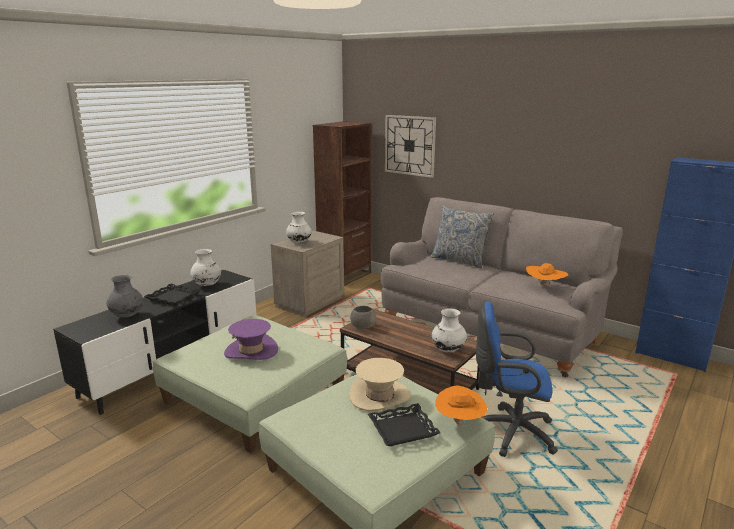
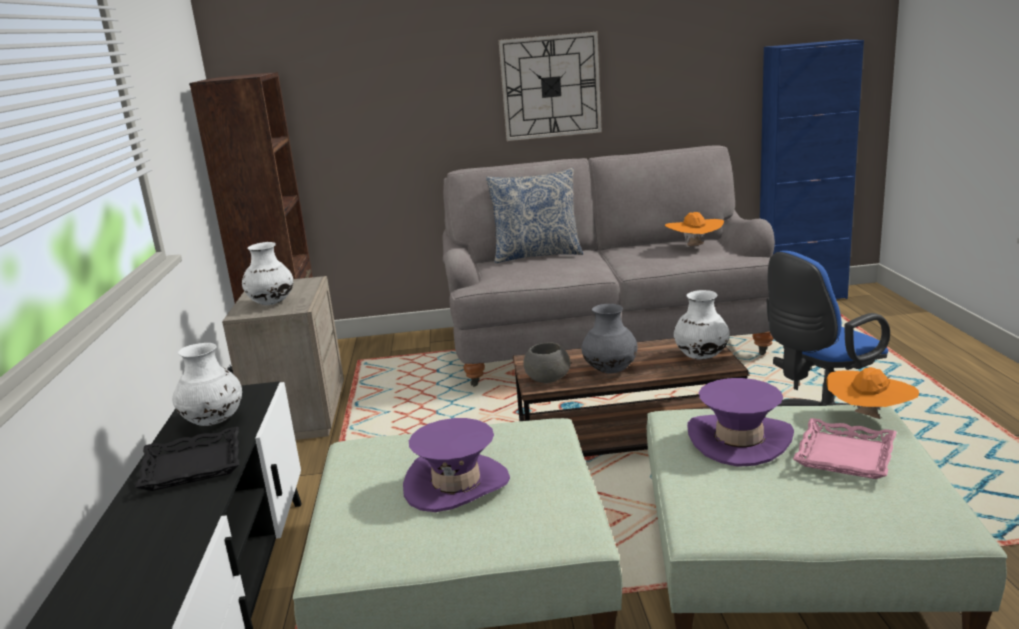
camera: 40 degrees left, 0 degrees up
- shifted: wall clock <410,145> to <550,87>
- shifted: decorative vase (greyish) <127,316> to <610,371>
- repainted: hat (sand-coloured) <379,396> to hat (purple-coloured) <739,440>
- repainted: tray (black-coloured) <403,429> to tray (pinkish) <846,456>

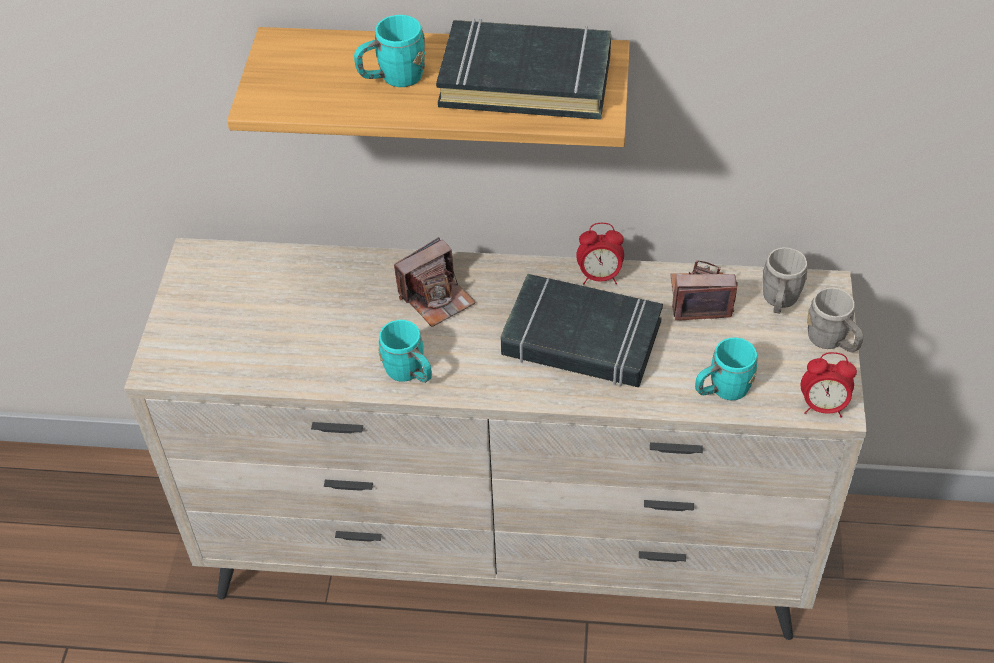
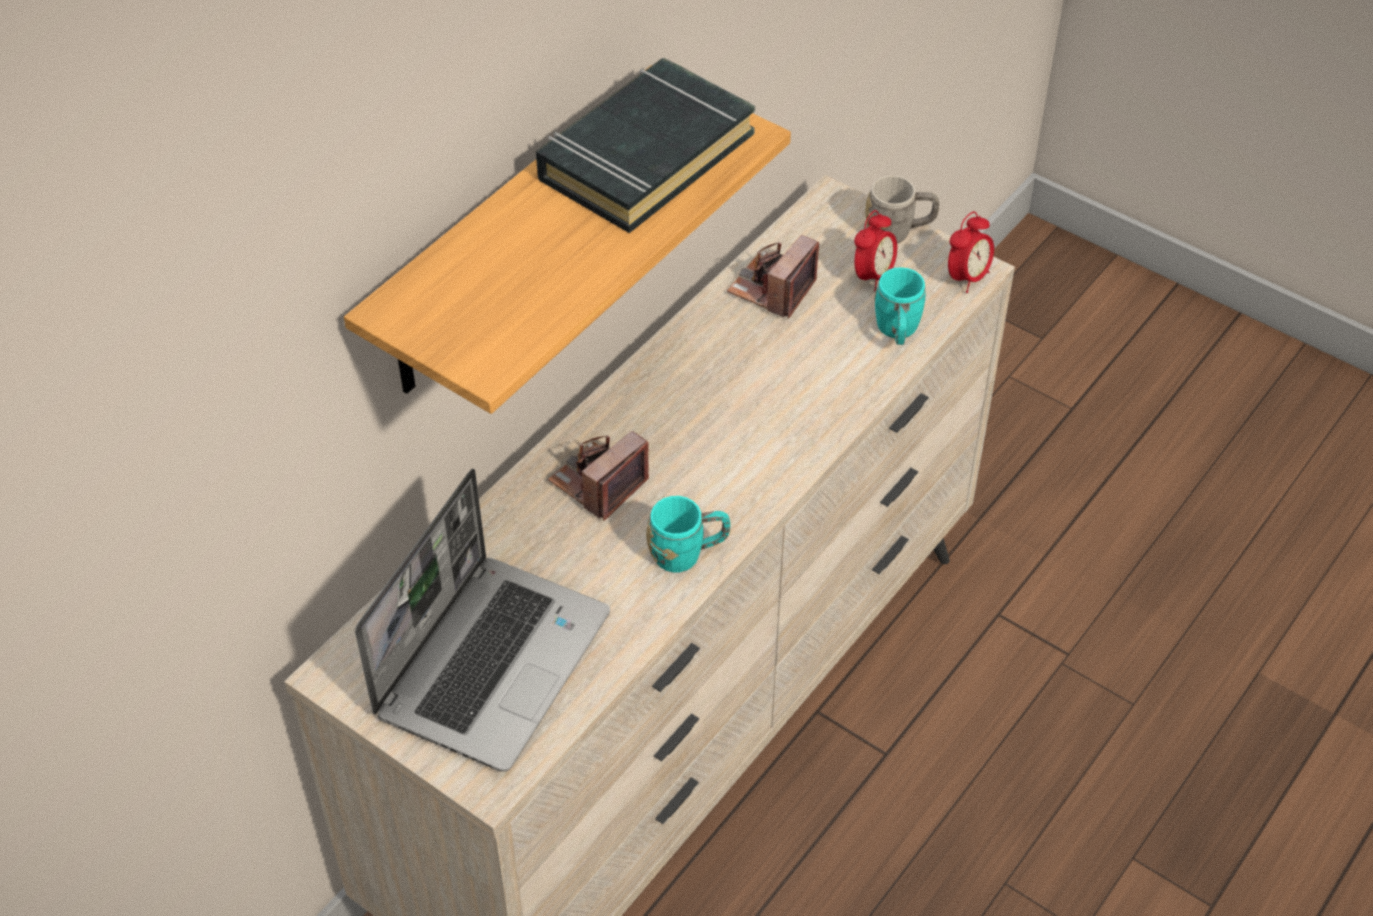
camera: 60 degrees left, 0 degrees up
- new: laptop <492,661>
- rotated: photo camera <436,298> = <599,483> 135 degrees counterclockwise
- shifted: table clock <599,276> to <873,276>
- gone: coffee mug (turquoise-coloured) <393,78>
- gone: volume (black-coloured) <581,339>
- gone: coffee mug (greyish) <779,302>

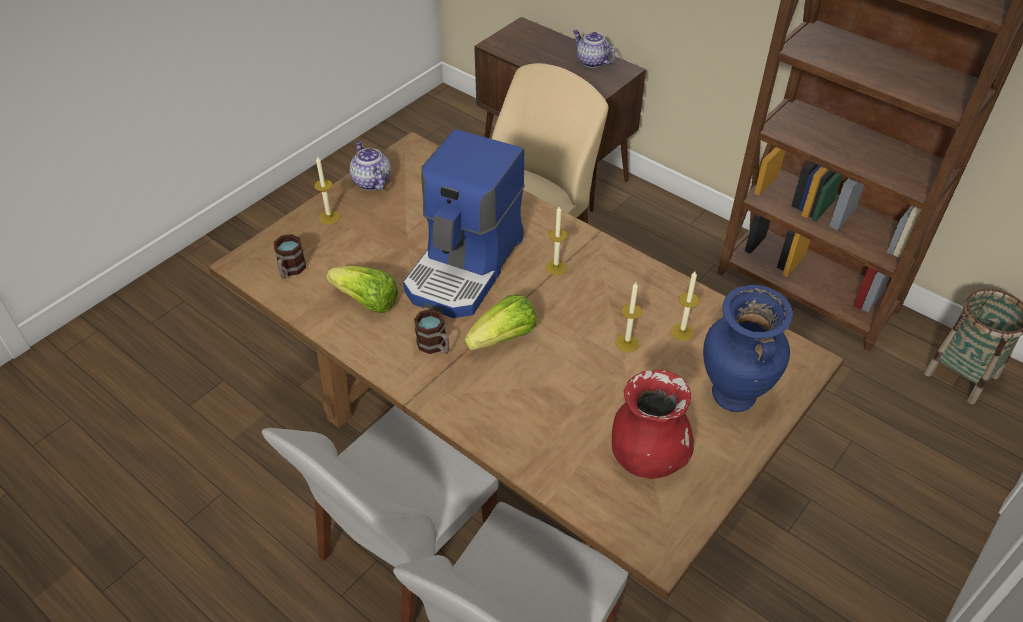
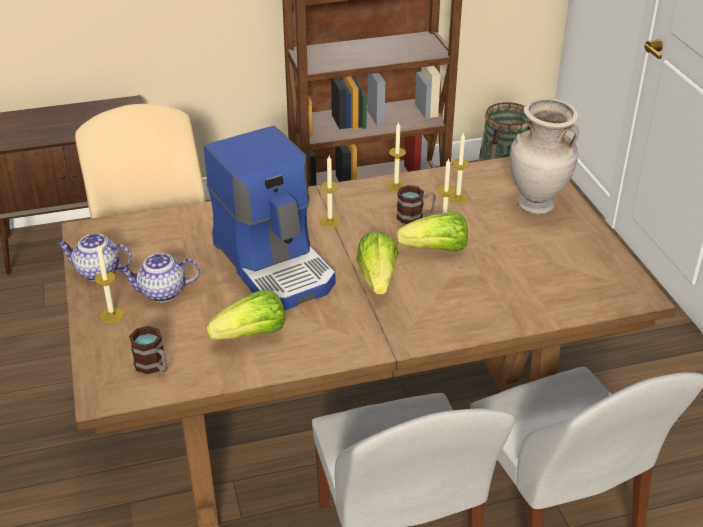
camera: 55 degrees left, 10 degrees down
- shifted: teapot <591,61> to <161,292>
- new: candle <396,186>
- new: head of lettuce <435,250>
- shifted: coffee mug <435,346> to <415,216>
- repainted: decorative vase (blue-coloured) <731,396> to decorative vase (sand-coloured) <536,206>
- gone: decorative vase (red) <647,456>

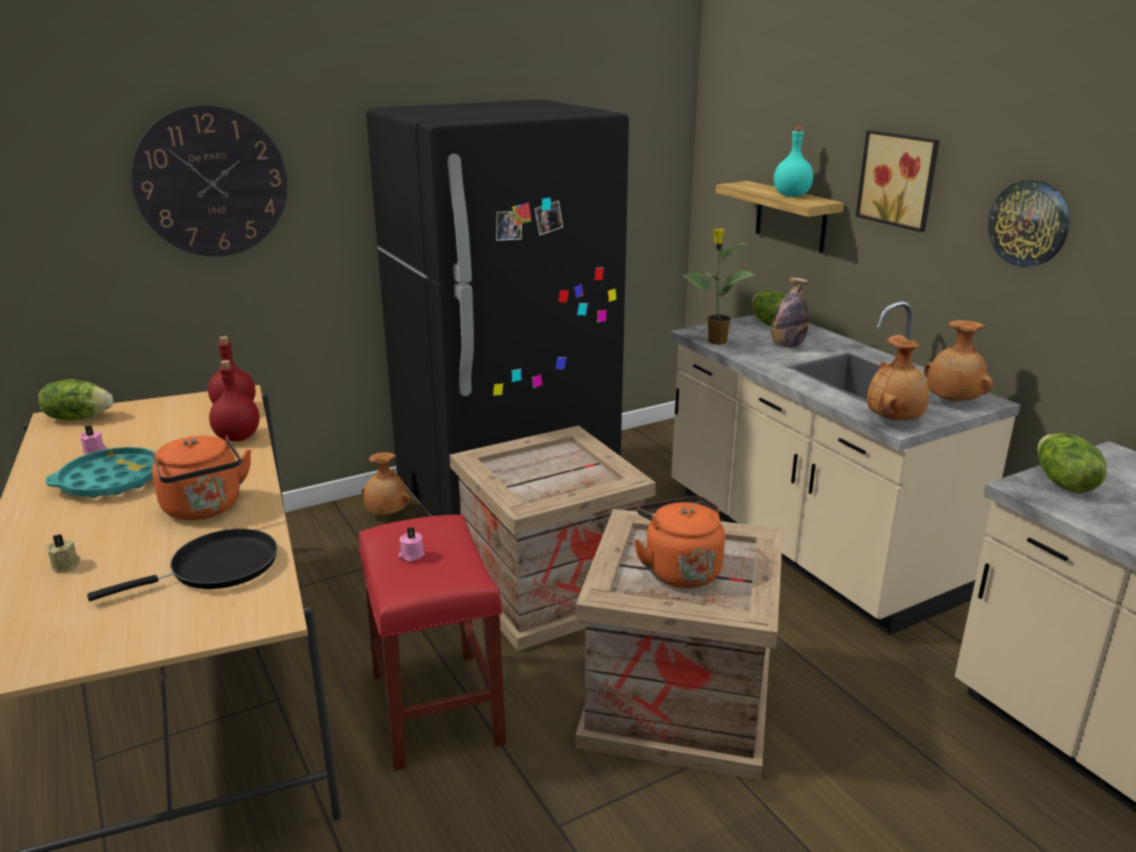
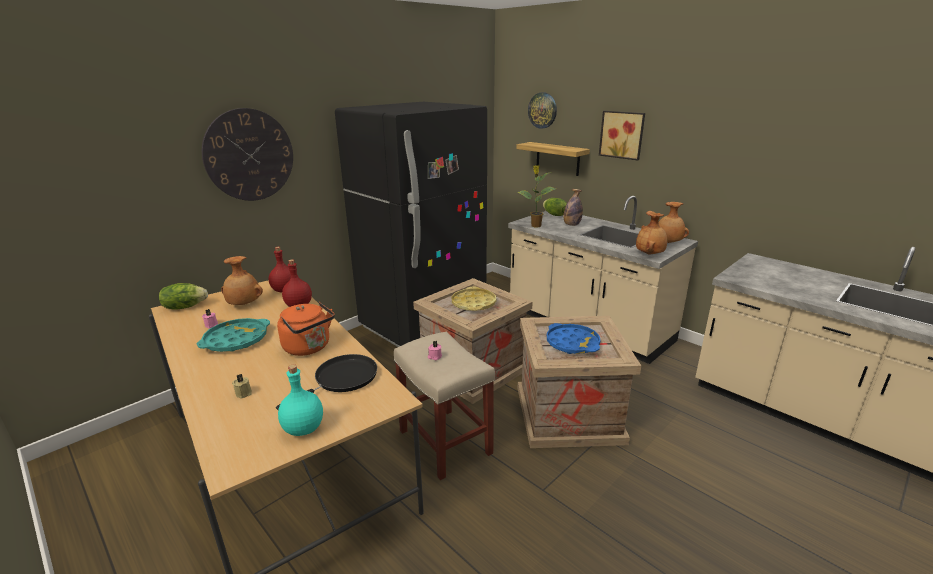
camera: 15 degrees left, 0 degrees up
- shifted: decorative vase (brownish) <386,513> to <244,304>
- shifted: bottle (turquoise-coloured) <791,195> to <304,428>
- repainted: sitting stool (red) <437,709> to sitting stool (sand-coloured) <446,443>
- new: tray (yellowish) <473,303>
- shifted: wall clock <1029,223> to <542,110>
- swapped: tea kettle (orange-coloured) <679,570> to tray (blue-coloured) <572,343>
- gone: head of lettuce <1062,483>

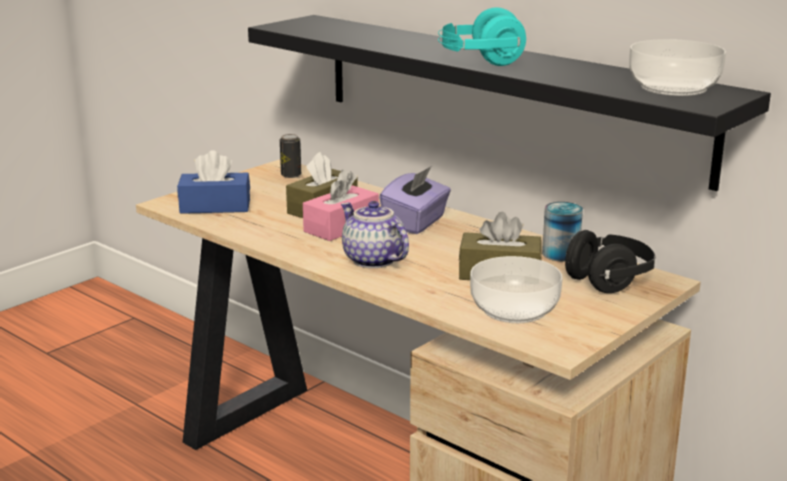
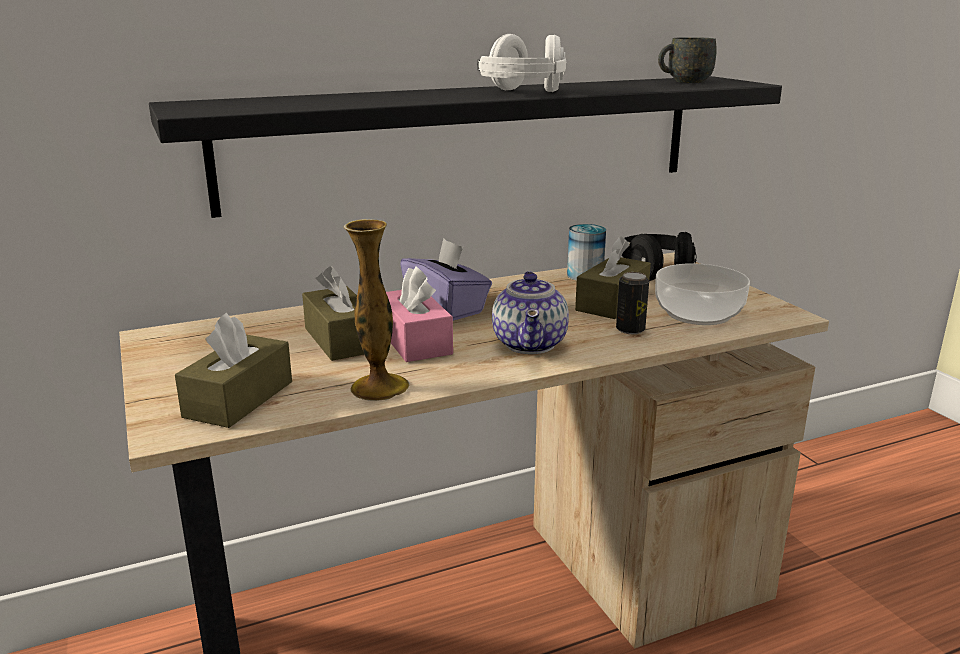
camera: 65 degrees left, 0 degrees up
- repainted: tissue holder (blue-coloured) <215,206> to tissue holder (brownish) <239,399>
- new: decorative vase <379,387>
- repainted: headset (turquoise-coloured) <480,61> to headset (whitish) <523,93>
- rotated: teapot <372,260> = <531,345> 75 degrees counterclockwise
- shifted: can <291,175> to <630,329>
- swapped: deep dish <672,88> to coffee mug (greyish) <683,81>

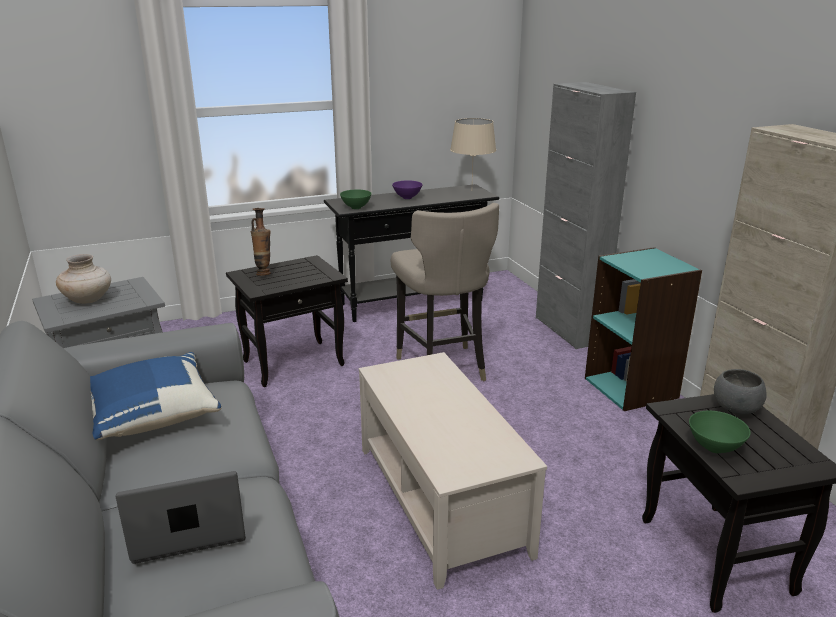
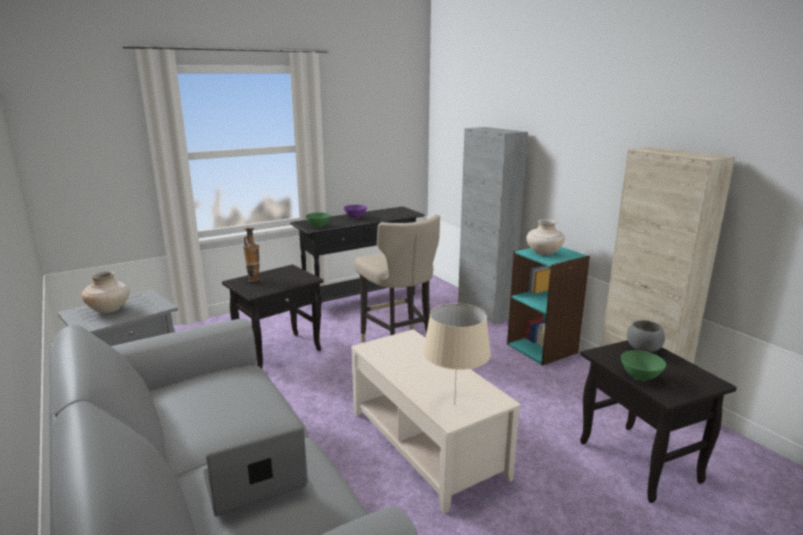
camera: 10 degrees left, 5 degrees down
- shifted: table lamp (sand-coloured) <472,190> to <454,404>
- new: decorative vase (sand-coloured) <543,253>
- gone: throw pillow (blue-coloured) <151,415>

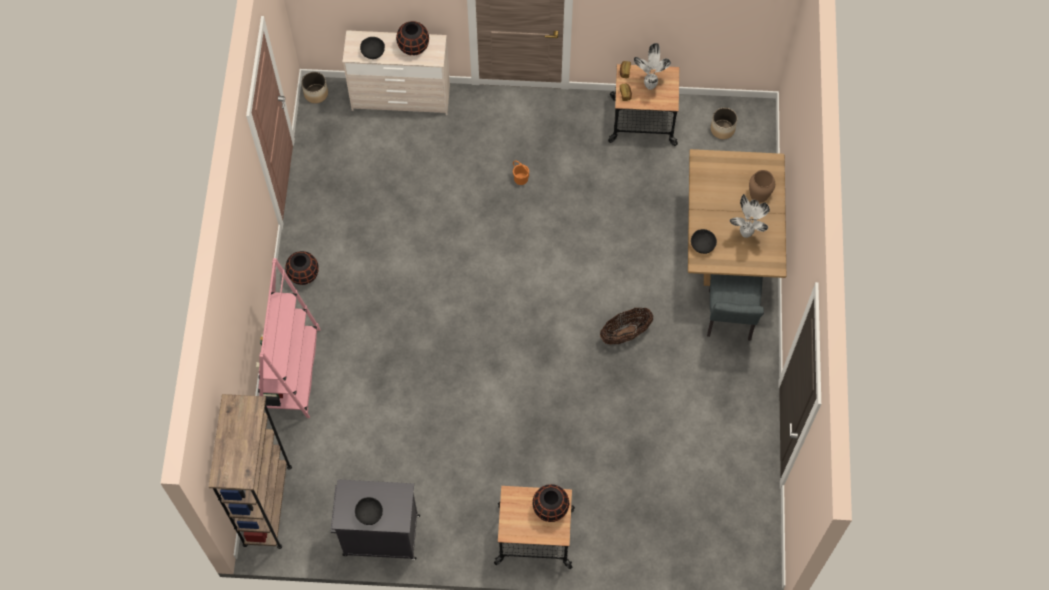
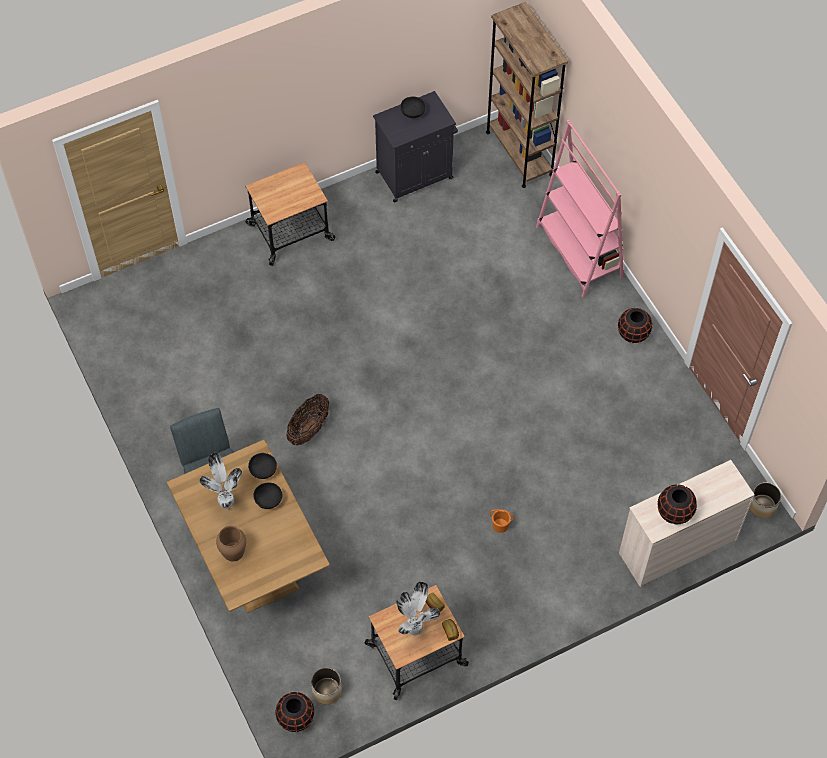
camera: 150 degrees right, 5 degrees down
- shifted: deep dish (black-coloured) <373,52> to <268,500>
- shifted: decorative vase (black-coloured) <550,508> to <296,717>

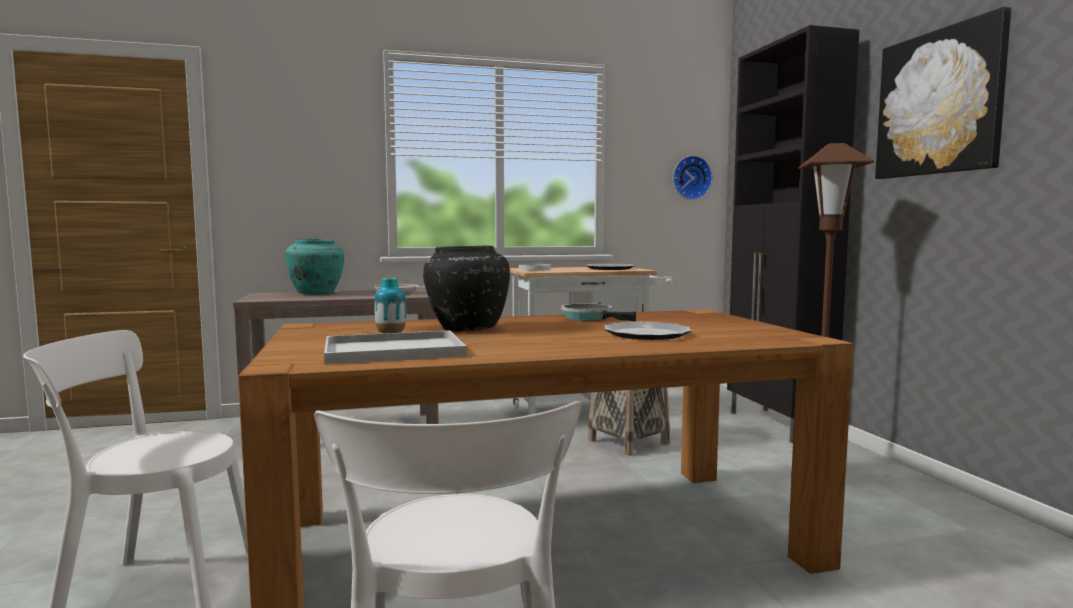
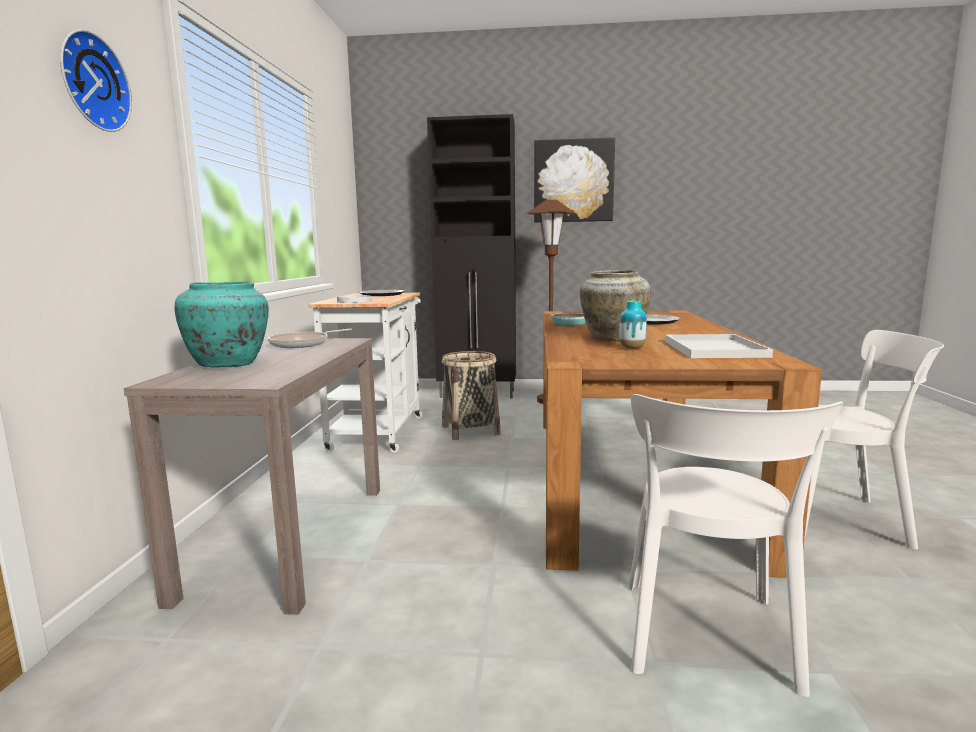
camera: 70 degrees left, 5 degrees up
- shifted: wall clock <690,178> to <91,82>
- repainted: decorative vase (black-coloured) <467,328> to decorative vase (sand-coloured) <612,338>

